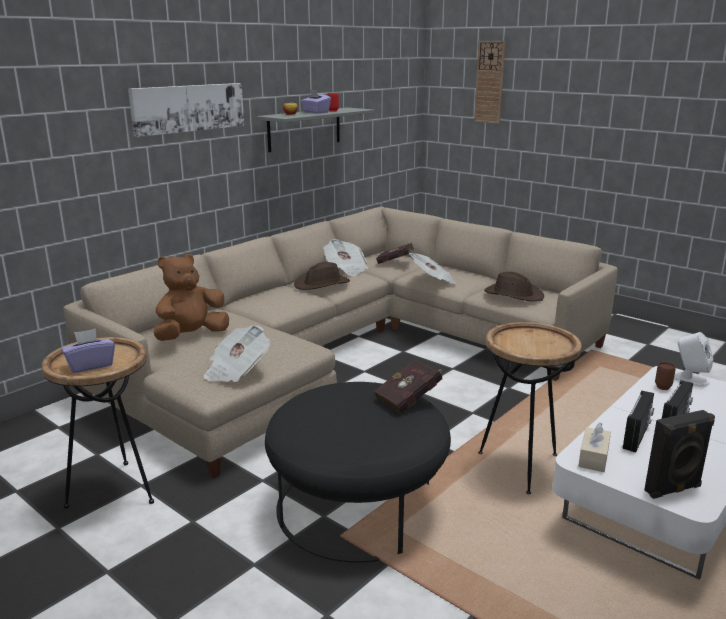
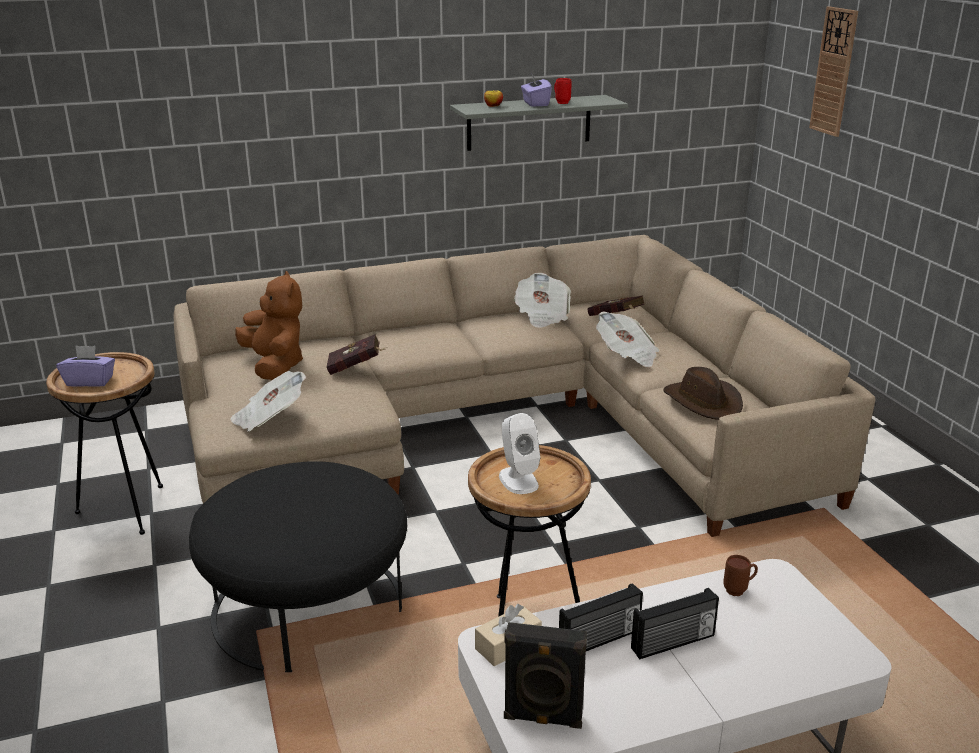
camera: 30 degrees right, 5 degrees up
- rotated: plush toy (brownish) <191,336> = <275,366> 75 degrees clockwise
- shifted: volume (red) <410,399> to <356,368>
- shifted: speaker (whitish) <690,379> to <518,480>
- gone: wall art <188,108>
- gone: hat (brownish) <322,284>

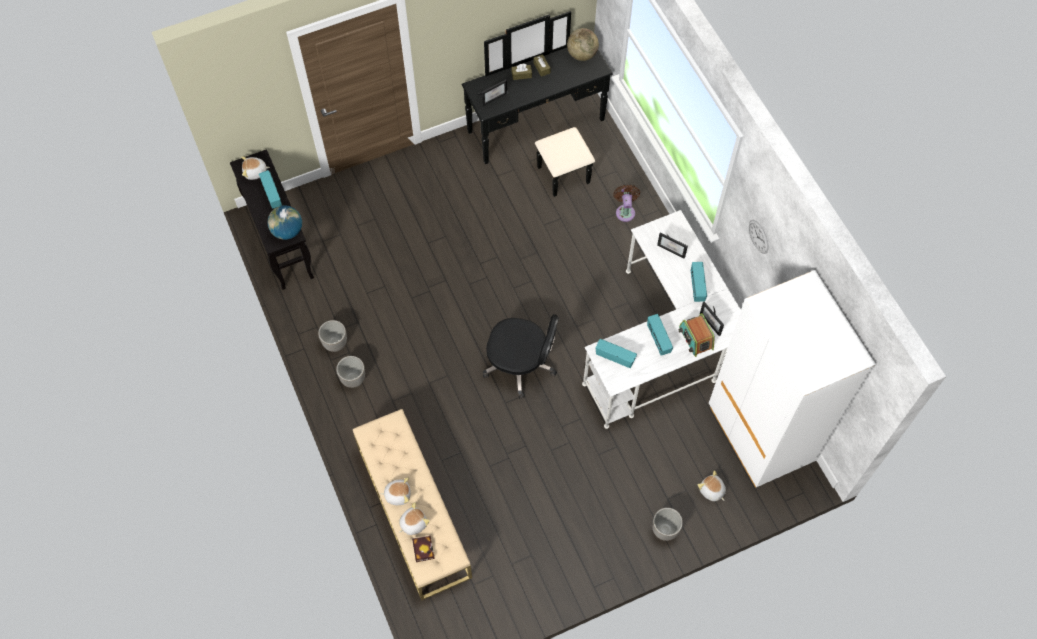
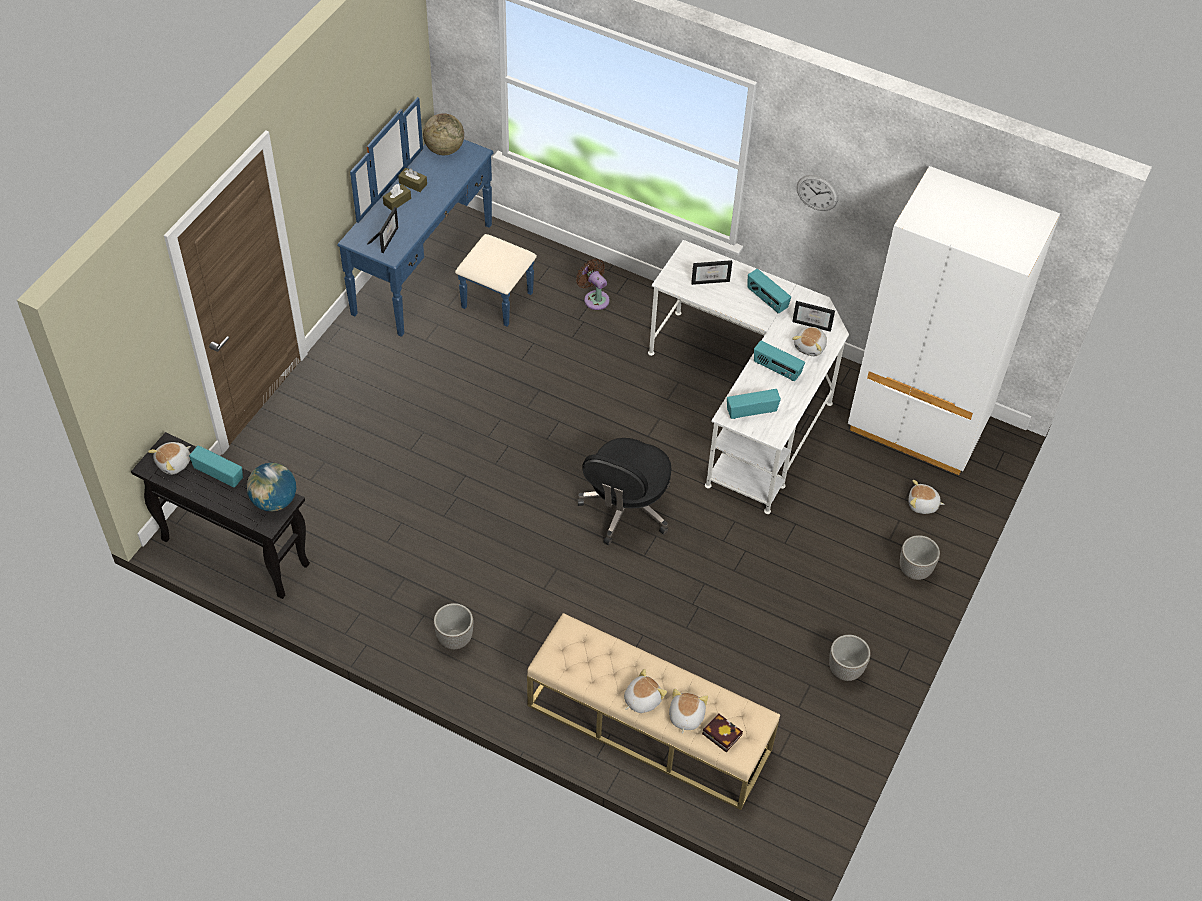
camera: 40 degrees left, 10 degrees down
- repainted: dresser (black-coloured) <542,136> to dresser (blue-coloured) <440,275>
- rotated: office chair (black-coloured) <521,365> = <625,508> 135 degrees clockwise
- swapped: radio <695,338> to plush toy <810,347>
- shifted: plant pot <335,343> to <844,670>

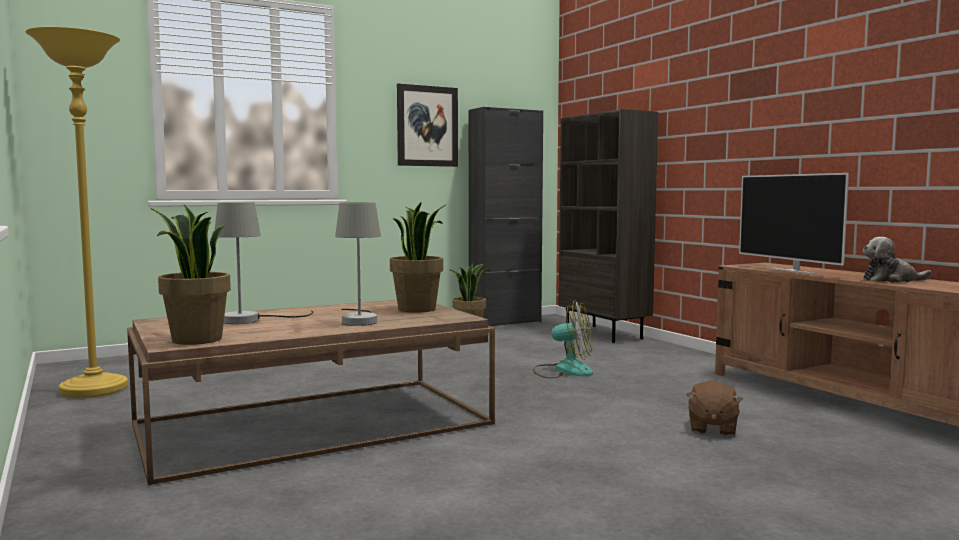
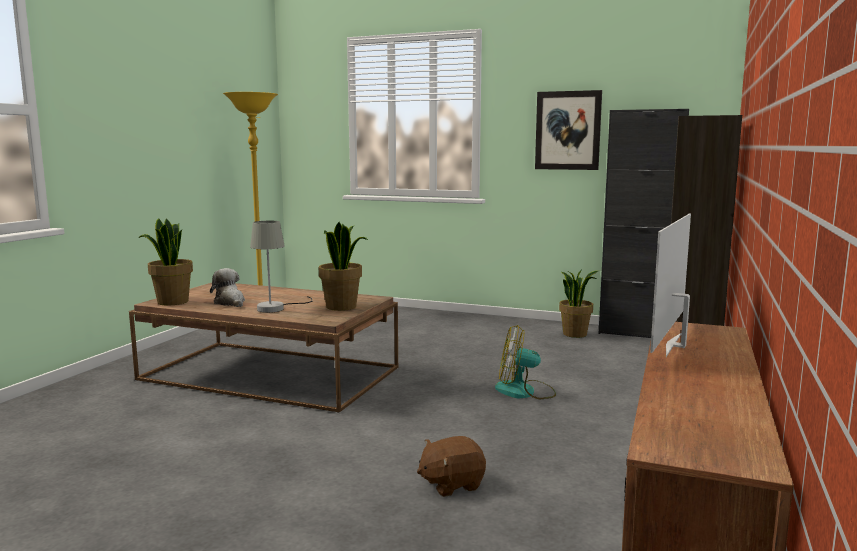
camera: 50 degrees right, 5 degrees up
- shifted: plush toy <891,280> to <230,302>
- rotated: fan <563,370> = <524,391> 120 degrees clockwise
- gone: table lamp (greyish) <252,320>

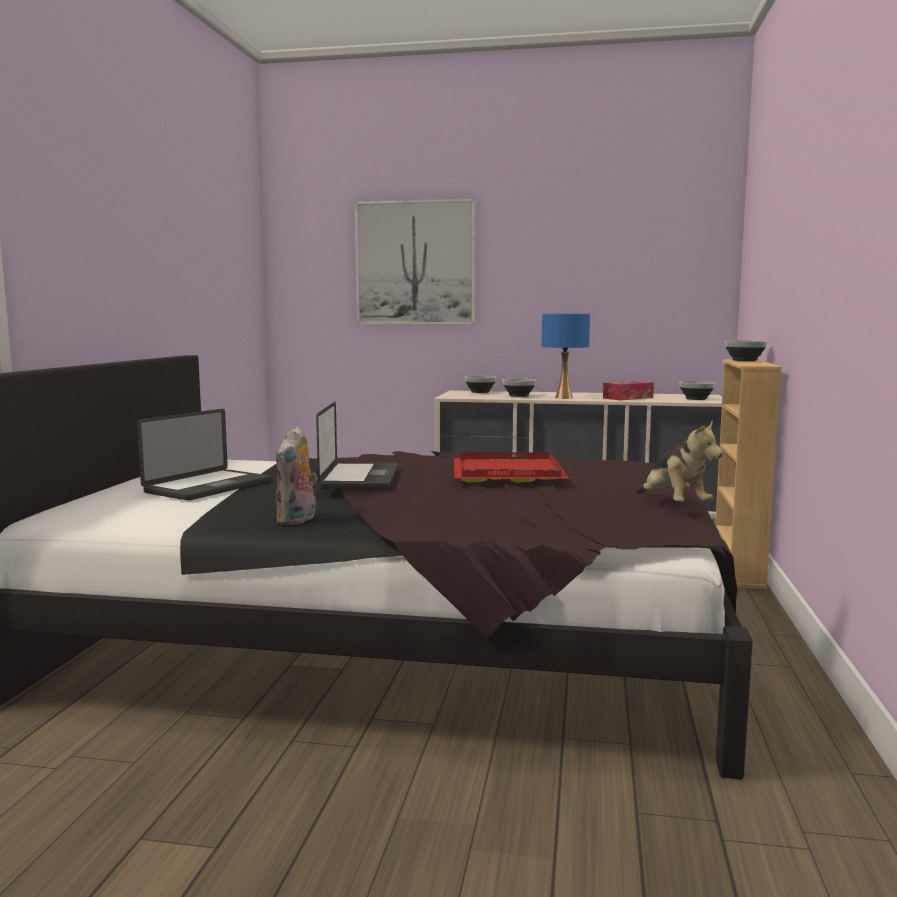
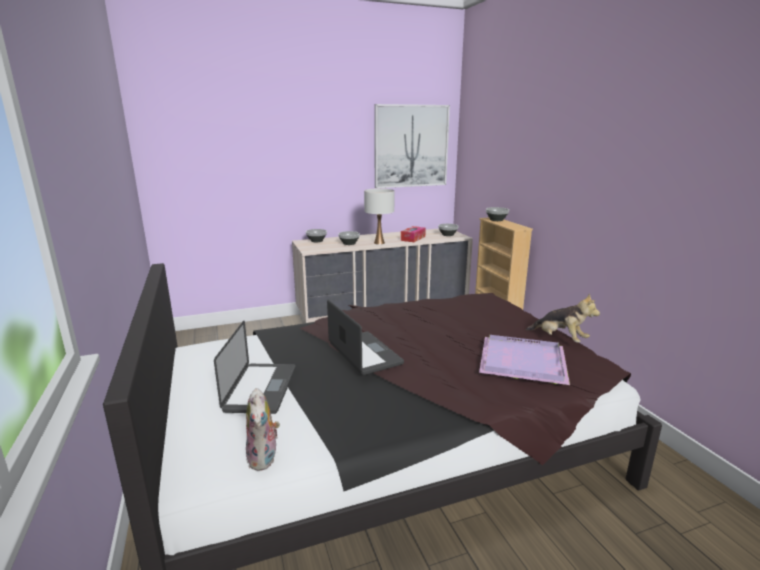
camera: 30 degrees left, 10 degrees up
- shifted: plush toy <298,520> to <264,458>
- repainted: table lamp (blue-coloured) <563,398> to table lamp (whitish) <379,243>
- shifted: wall art <415,263> to <411,146>
- new: tray (purple-coloured) <524,363>
- gone: tray (red) <509,472>

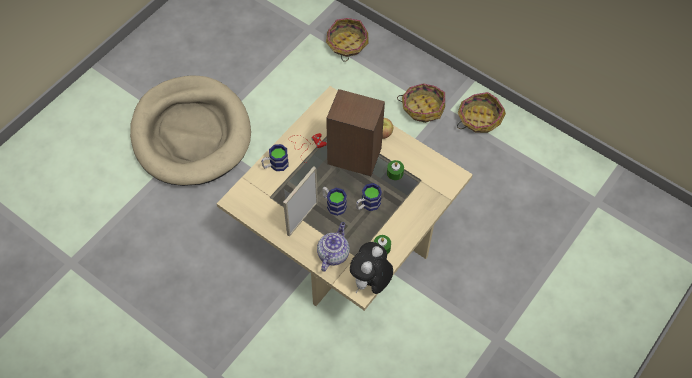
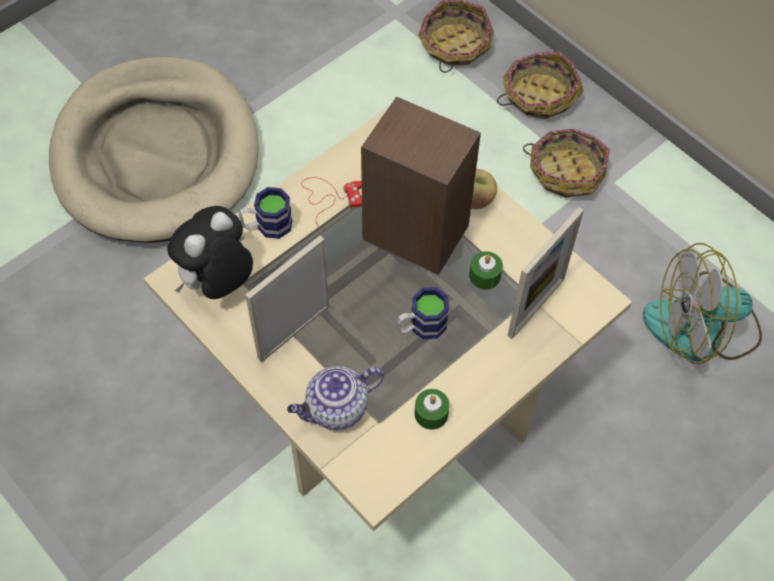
camera: 10 degrees right, 0 degrees up
- shifted: plush toy <370,282> to <217,283>
- rotated: teapot <333,253> = <336,409> 150 degrees counterclockwise
- shifted: basket <479,118> to <538,95>
- new: picture frame <536,307>
- new: fan <701,329>
- gone: coffee mug <333,204>

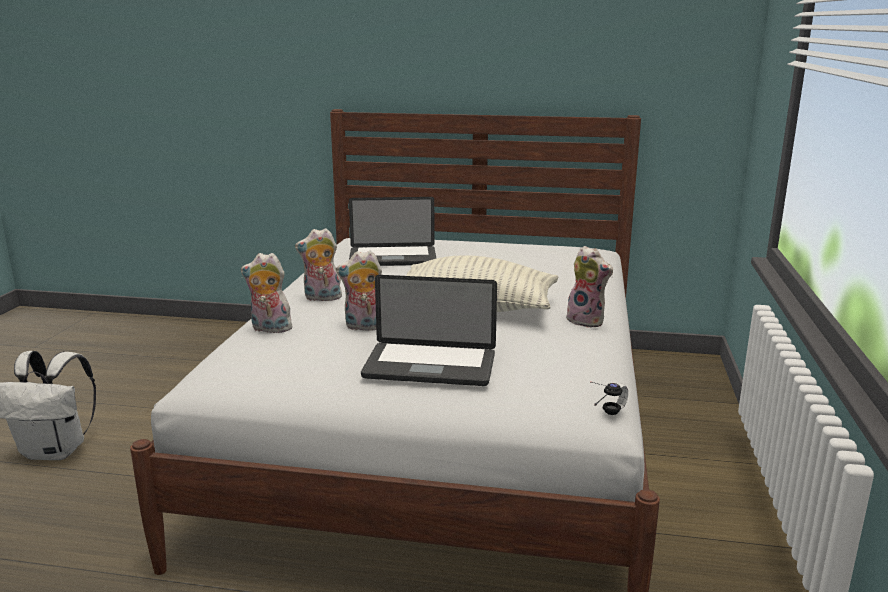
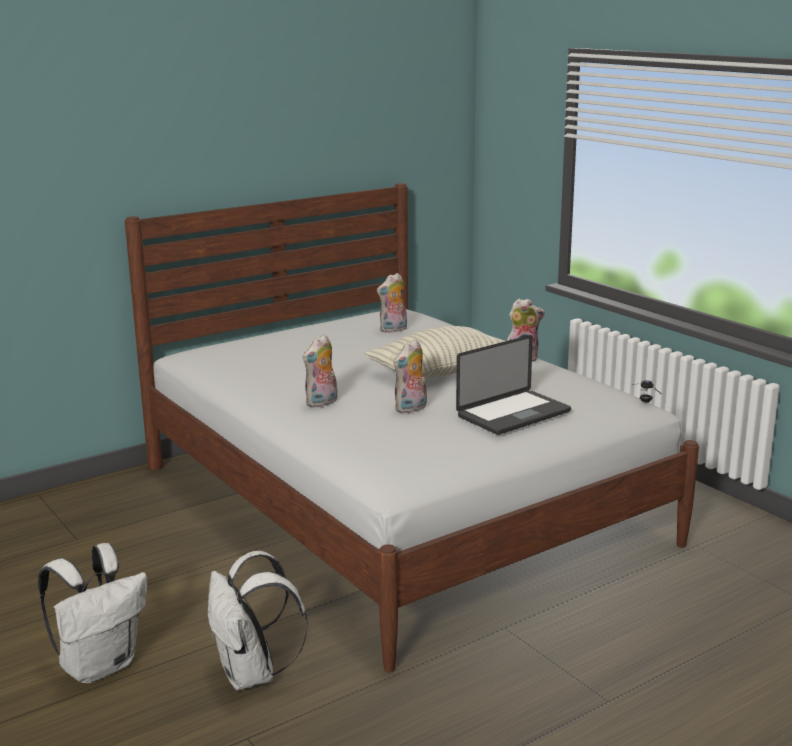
camera: 45 degrees left, 0 degrees up
- new: knapsack (whitish) <252,675>
- shifted: plush toy <269,329> to <393,330>
- gone: laptop <392,258>

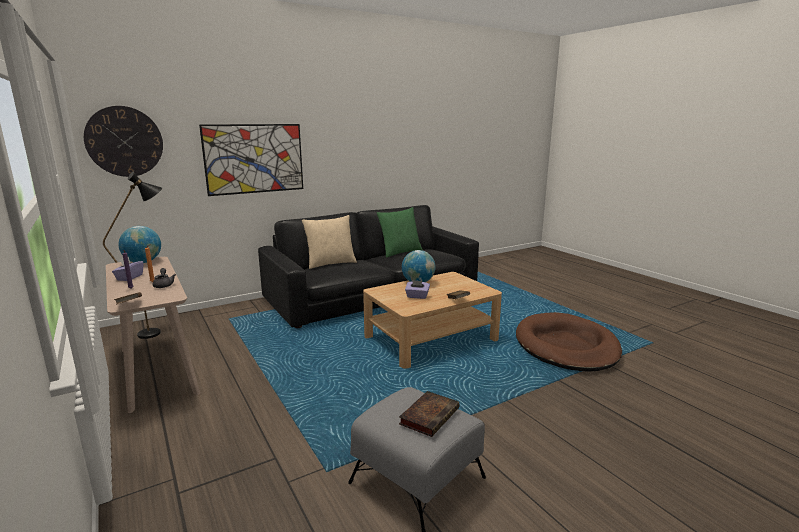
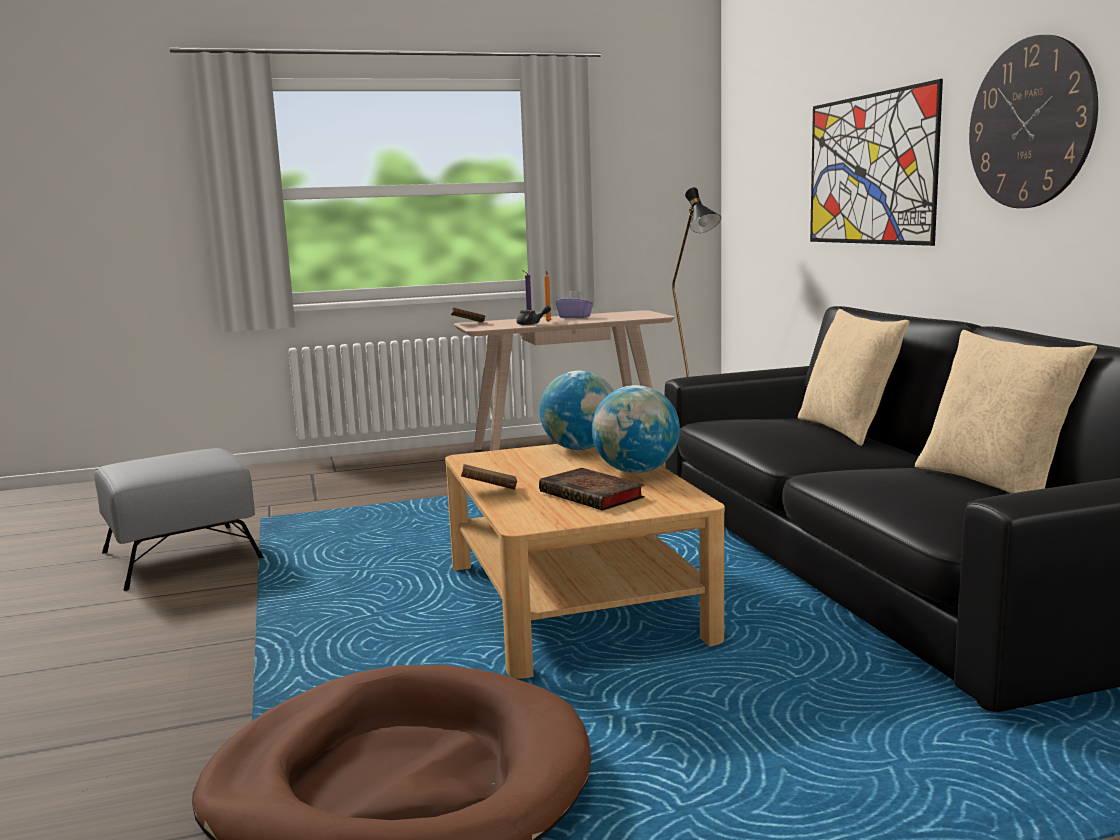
camera: 105 degrees right, 5 degrees down
- shifted: world globe <143,262> to <580,448>
- shifted: volume <429,415> to <594,495>
- repainted: throw pillow (green-coloured) <400,252> to throw pillow (sand-coloured) <993,483>
- shifted: wall clock <124,141> to <1030,123>
- gone: tissue holder (purple-coloured) <417,296>

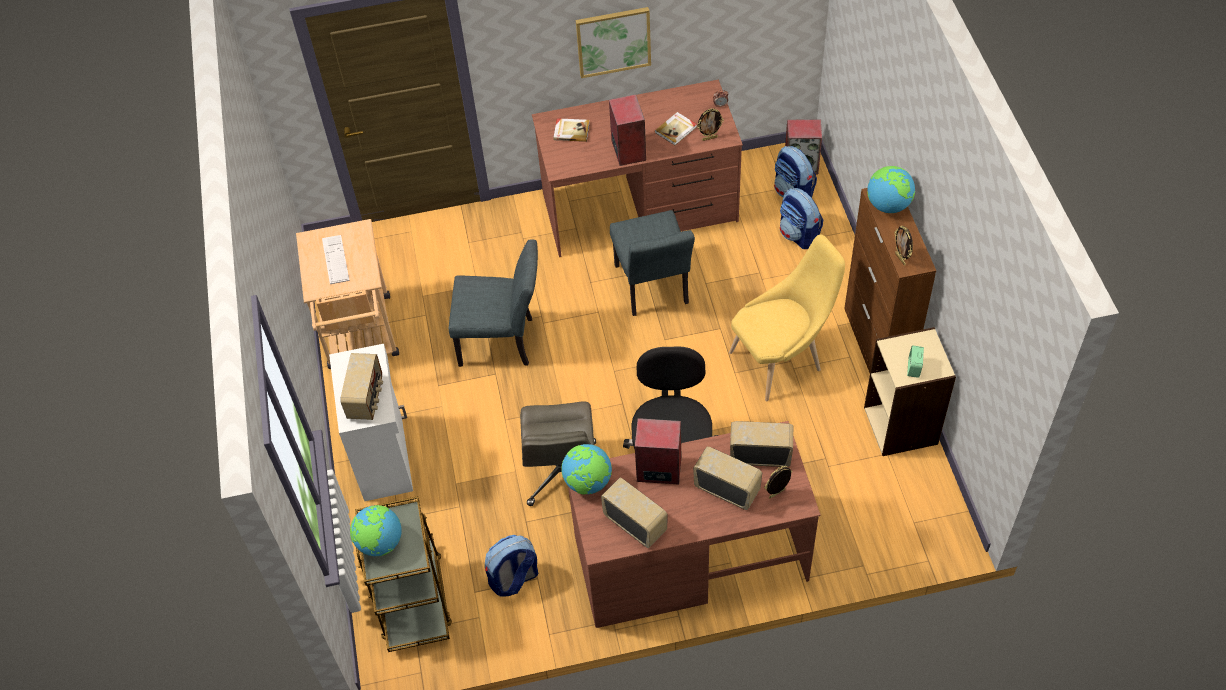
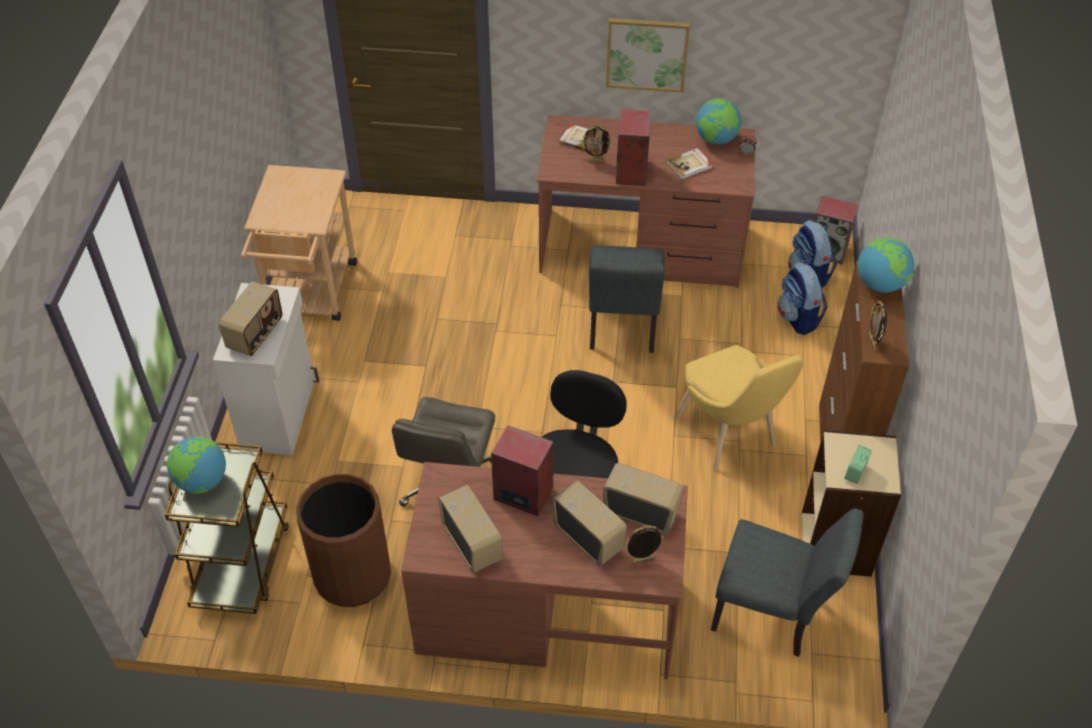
camera: 15 degrees right, 5 degrees down
- swapped: knapsack <514,579> to waste bin (brownish) <352,575>
- shifted: picture frame <709,138> to <596,161>
- rotated: plain chair (yellowish) <781,360> = <729,437> 75 degrees clockwise
- shifted: world globe <588,482> to <716,140>
- shifted: plain chair (greyish) <503,342> to <773,614>
- gone: computer keyboard <335,260>

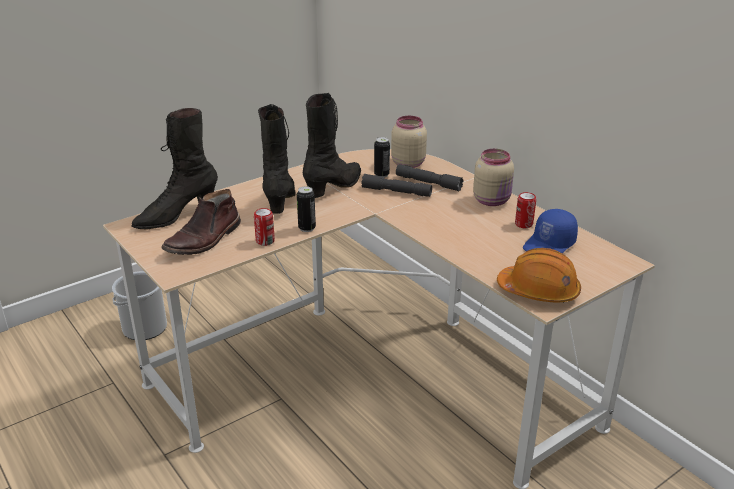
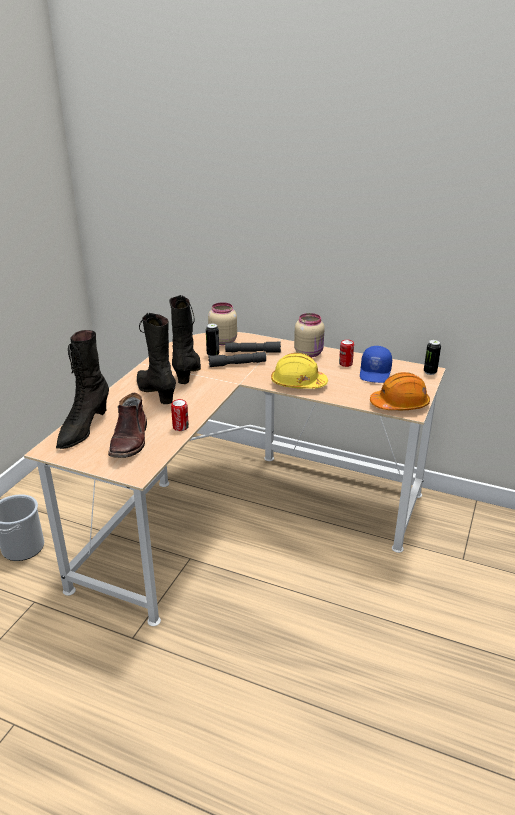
camera: 30 degrees left, 0 degrees up
- new: safety helmet (yellowish) <298,383>
- shifted: can <307,228> to <430,372>

